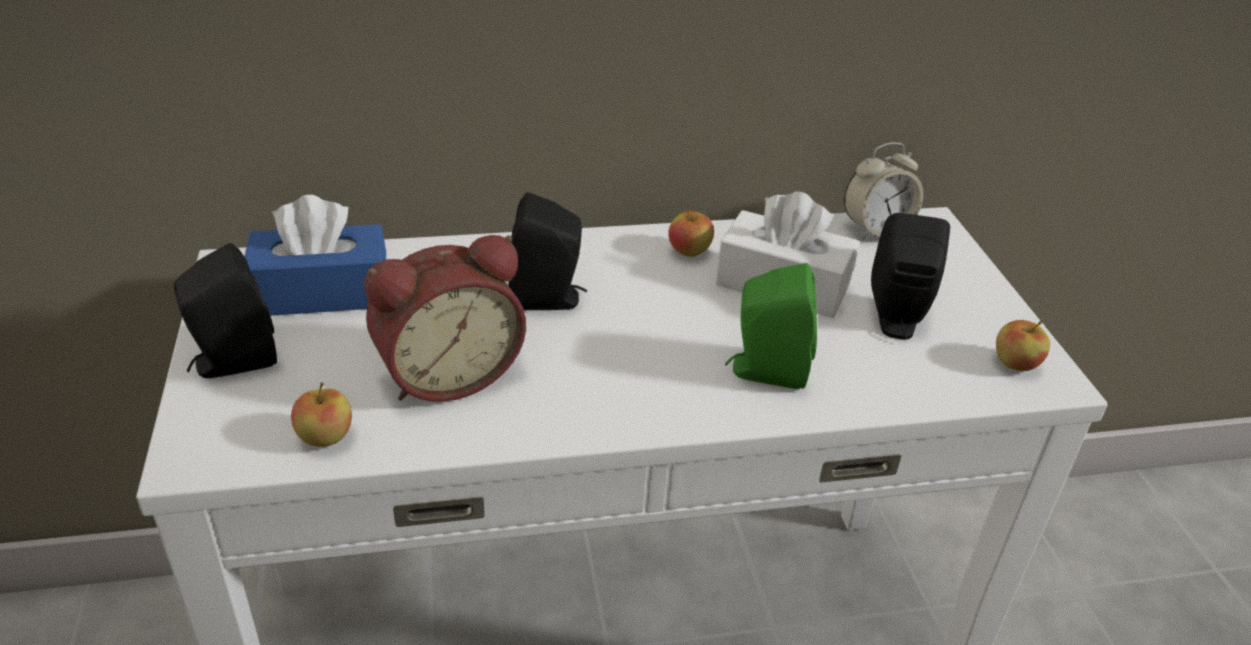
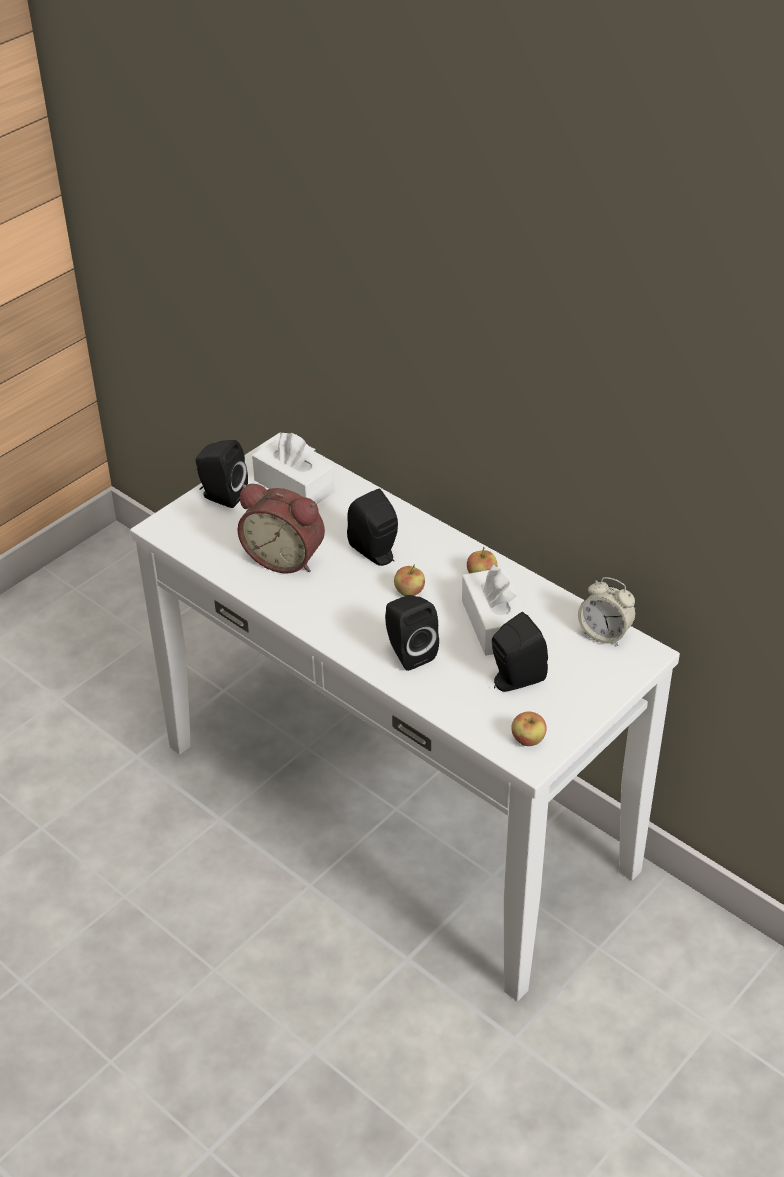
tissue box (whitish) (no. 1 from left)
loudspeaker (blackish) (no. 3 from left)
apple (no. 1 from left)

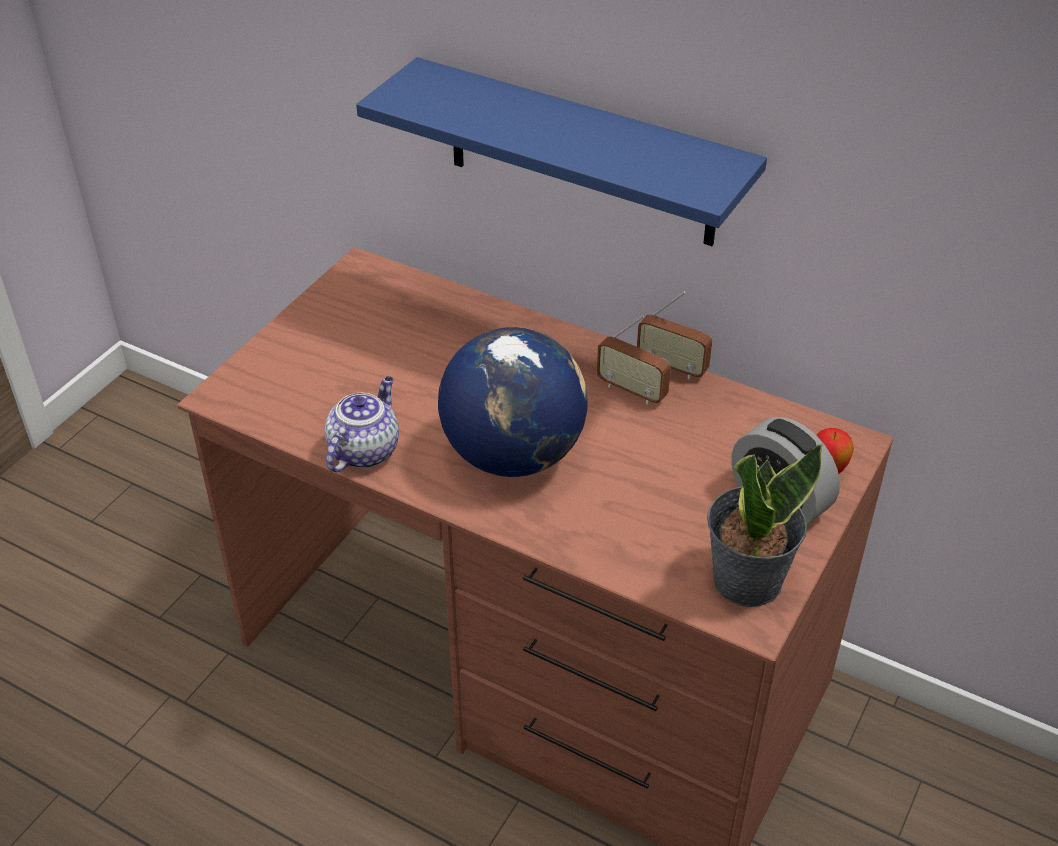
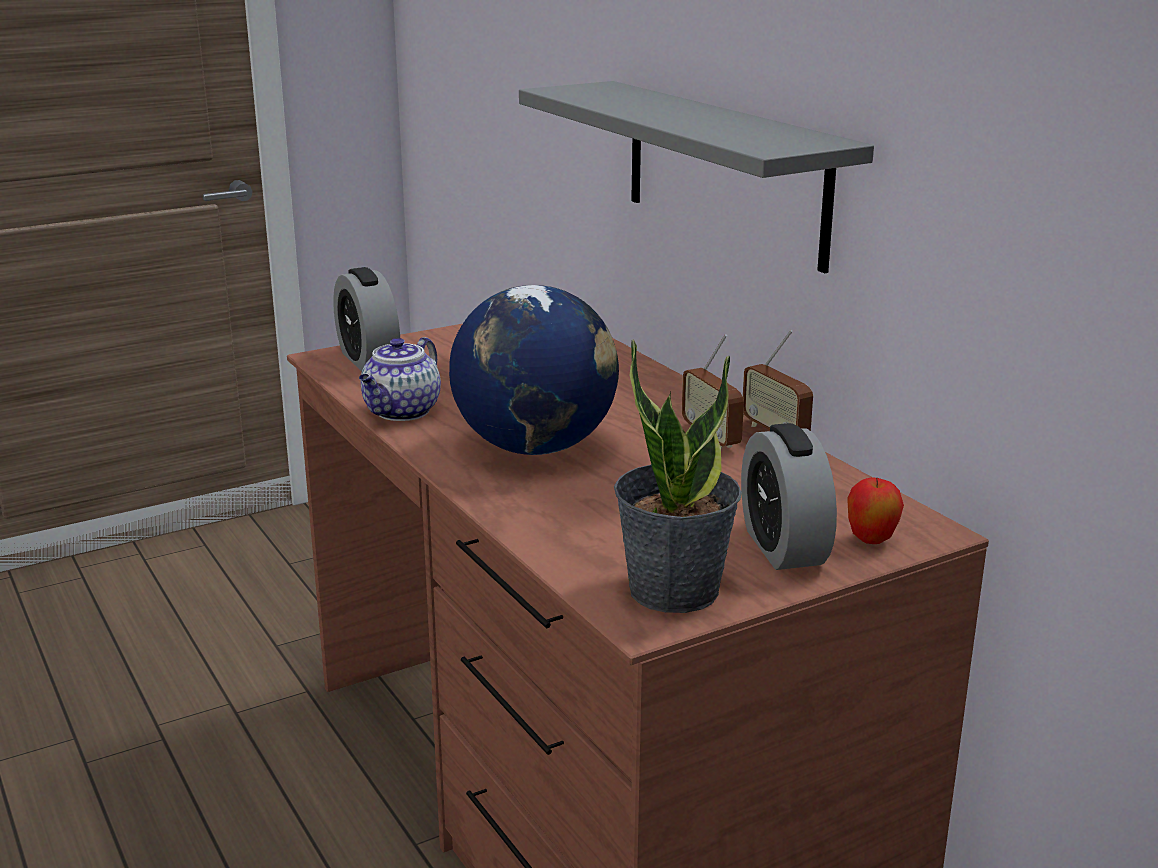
table clock (no. 1 from left)
teapot
wall shelf (gray)

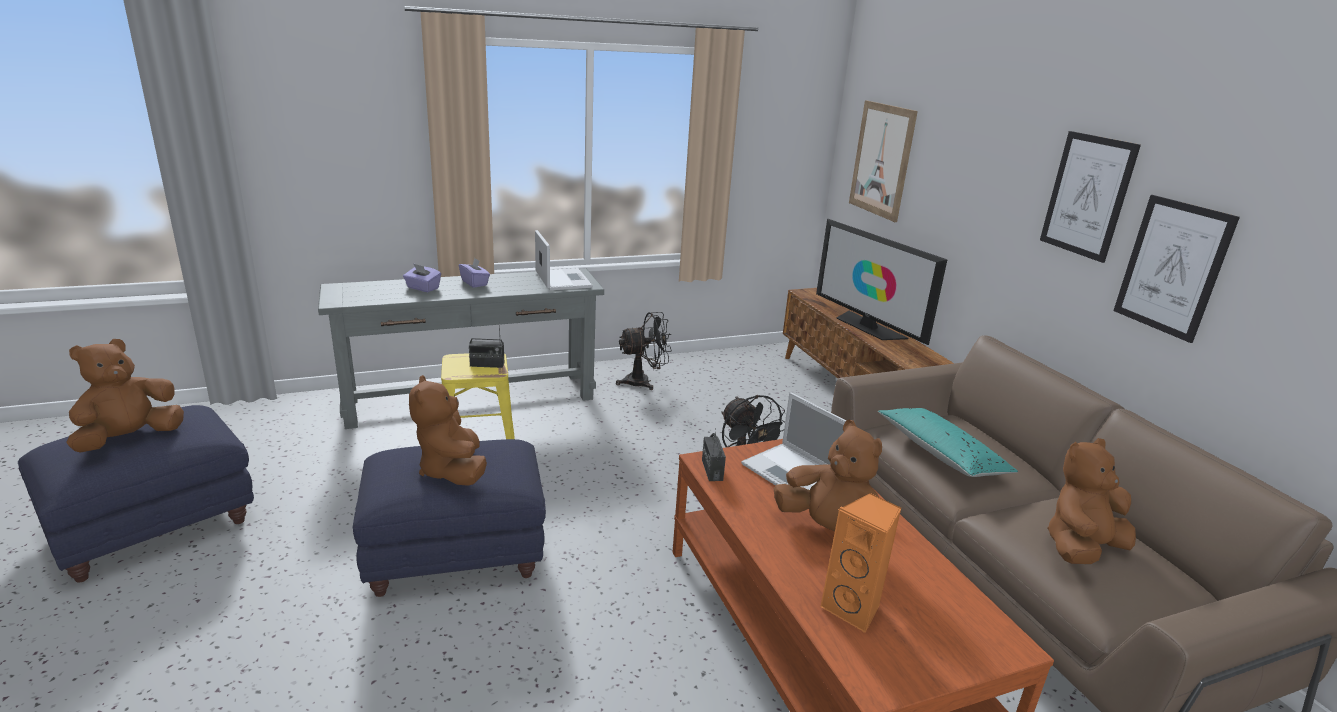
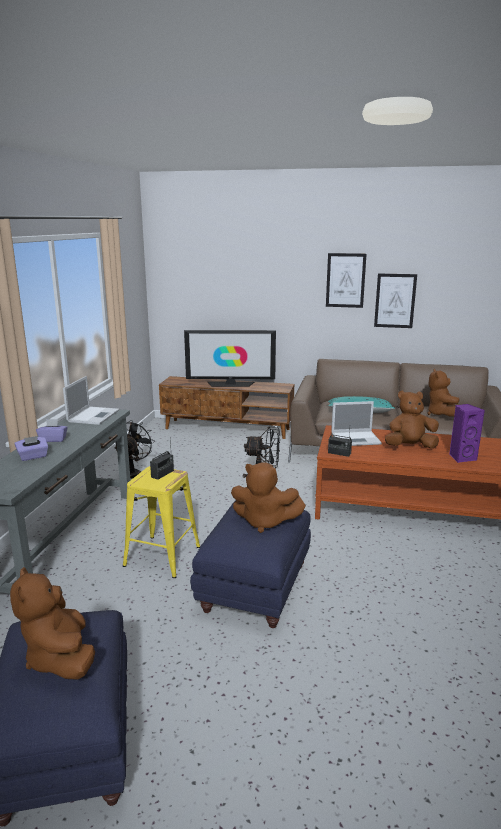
laptop (no. 1 from left)
loudspeaker (purplish)
picture (no. 1 from left in the first image)

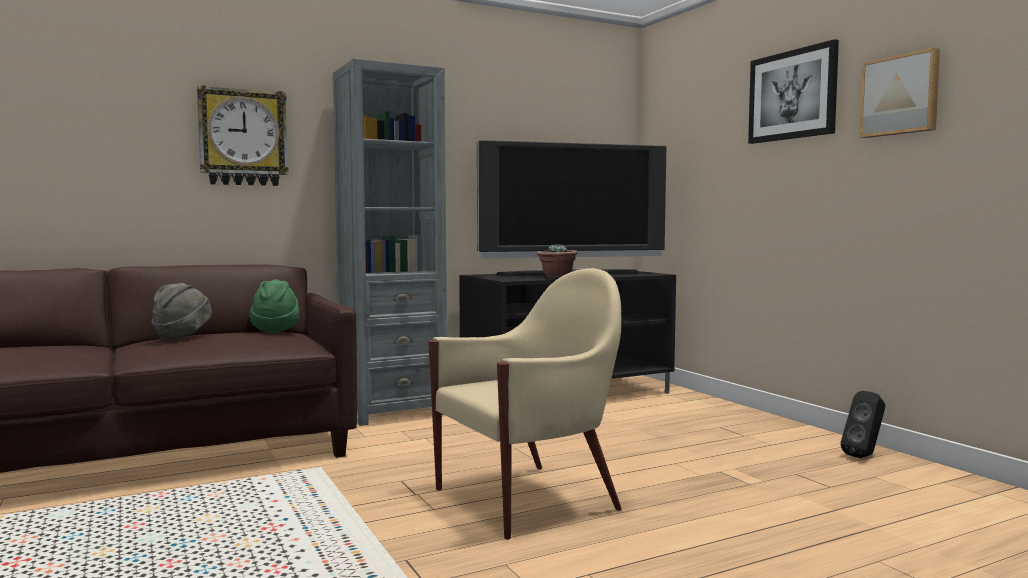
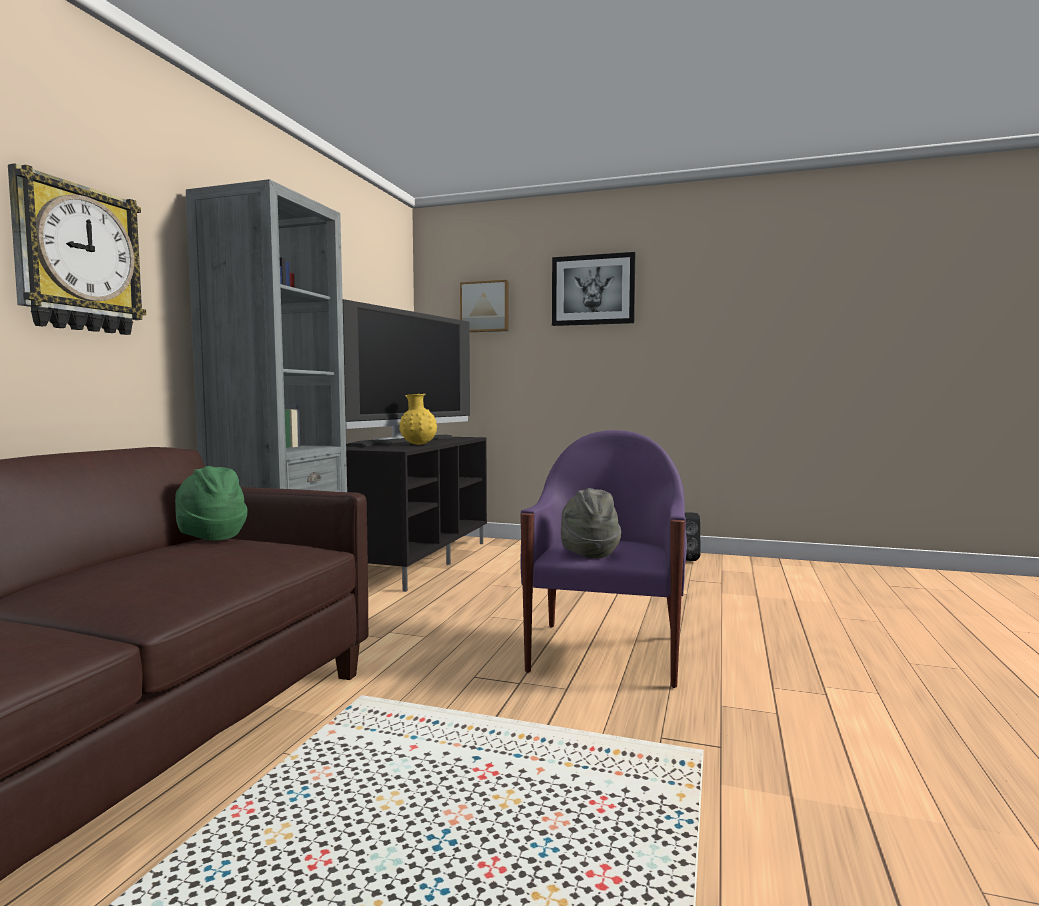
vase (yellowish)
picture (no. 1 from left)
lounge chair (purplish)
hat (gray)

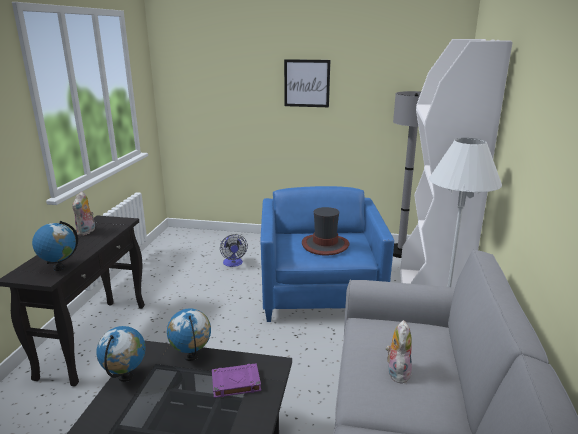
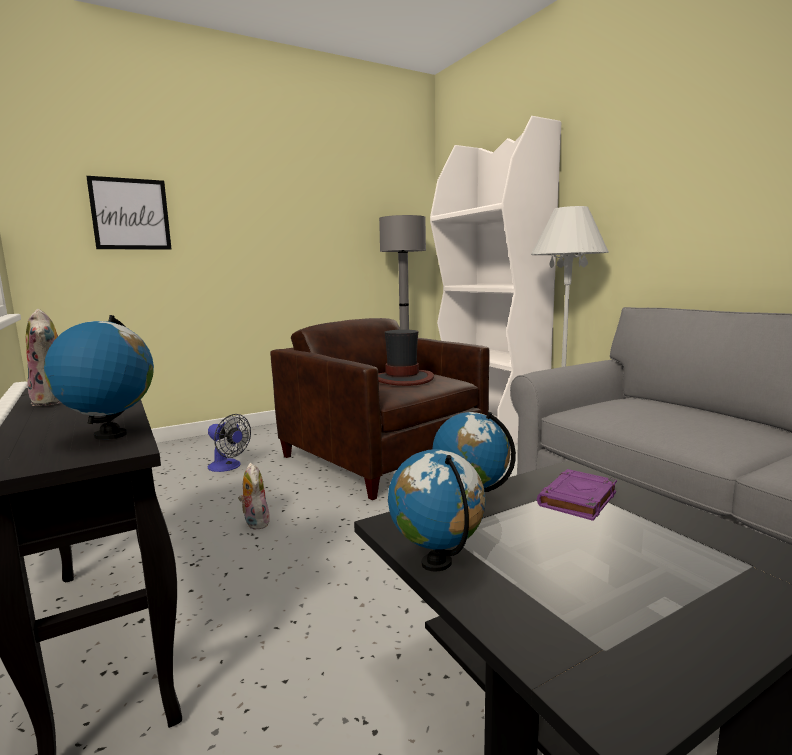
picture
plush toy (no. 2 from left)
lounge chair (brown-coloured)

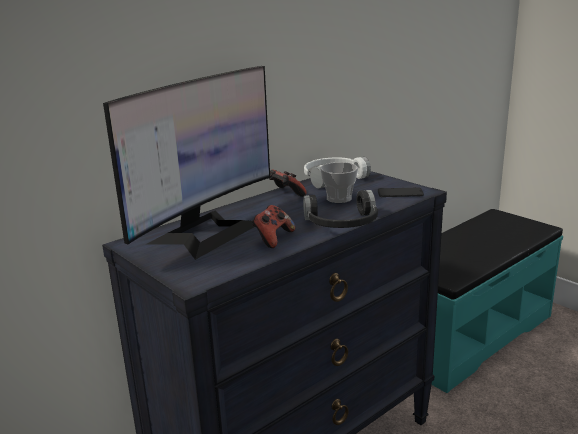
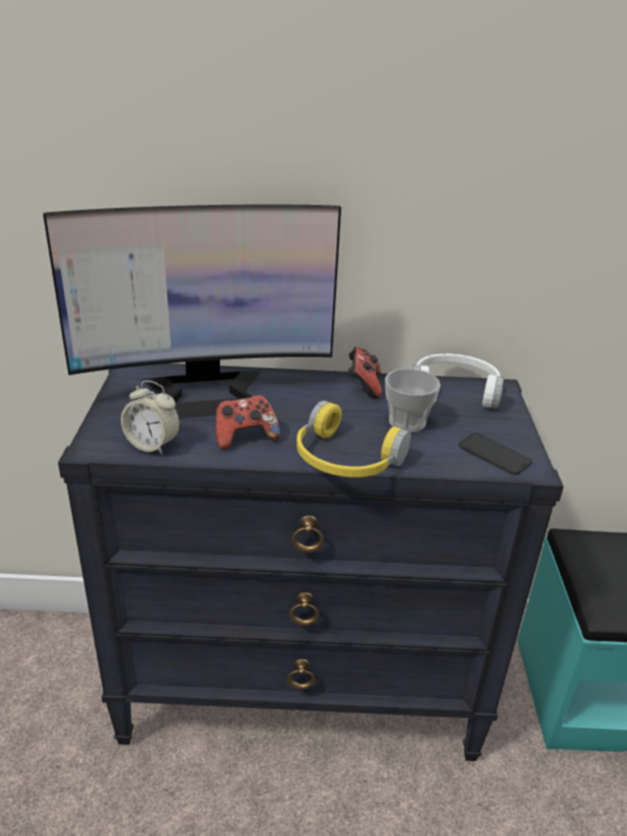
table clock
headset (yellowish)

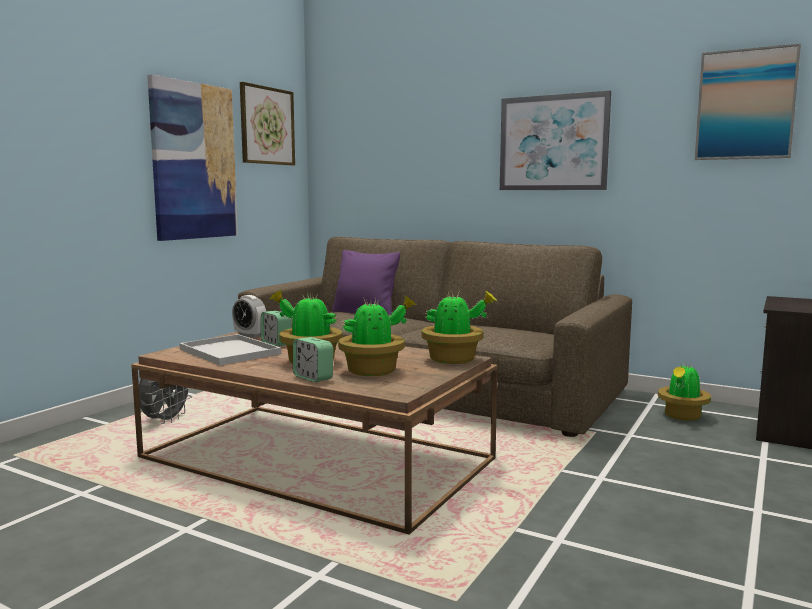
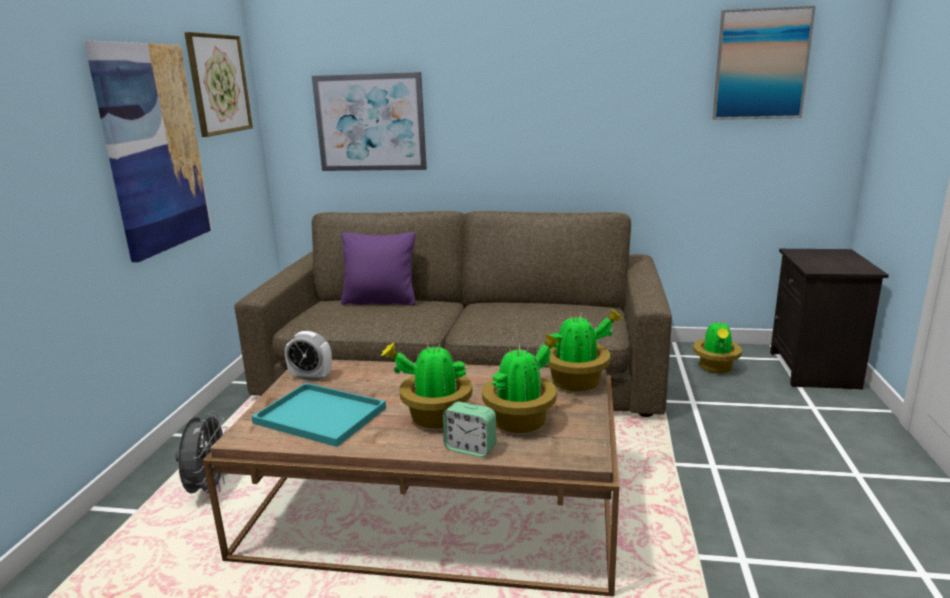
carrying tray (blue-green)
picture (no. 3 from left)
table clock (no. 2 from left in the first image)

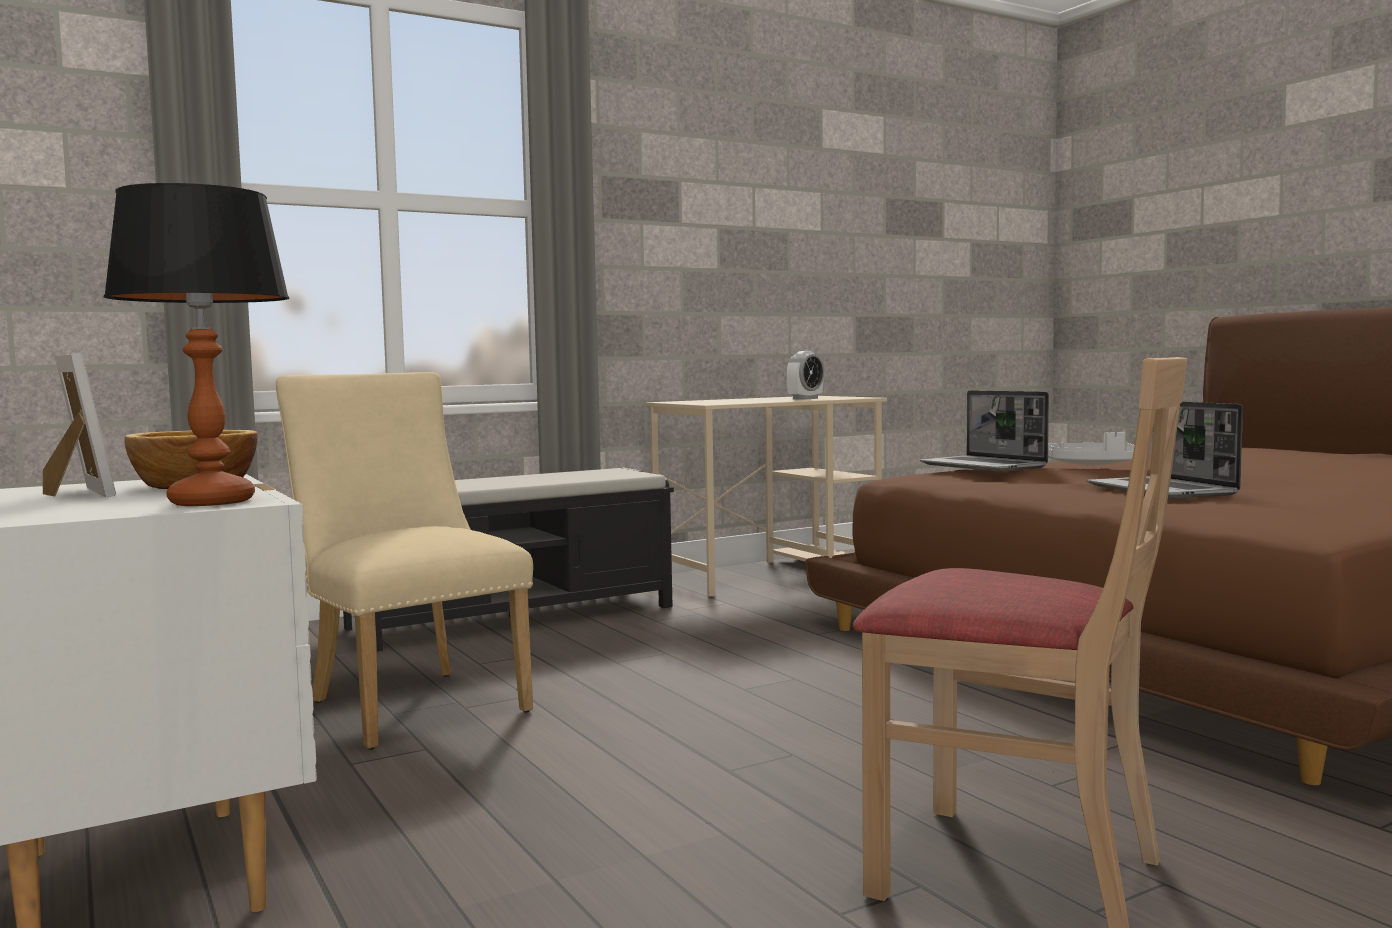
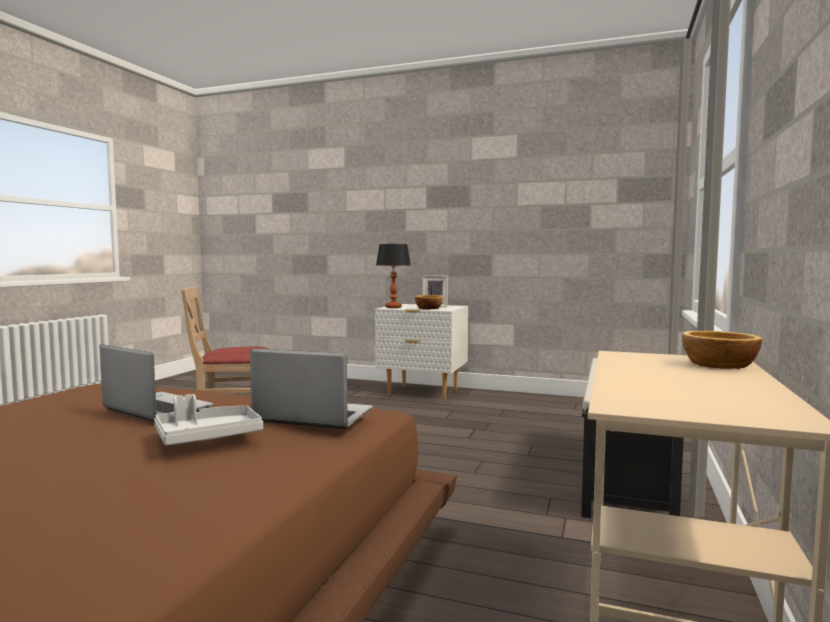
serving bowl (no. 2 from left)
plain chair (beige) (no. 1 from left in the first image)
table clock

